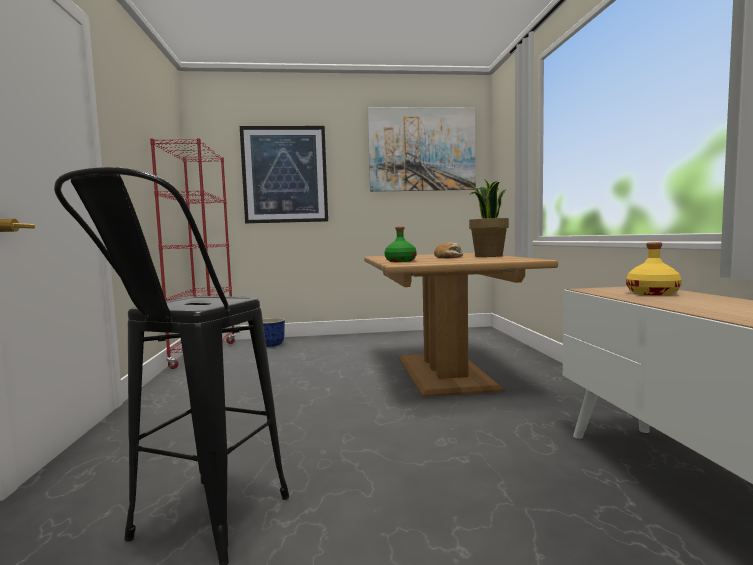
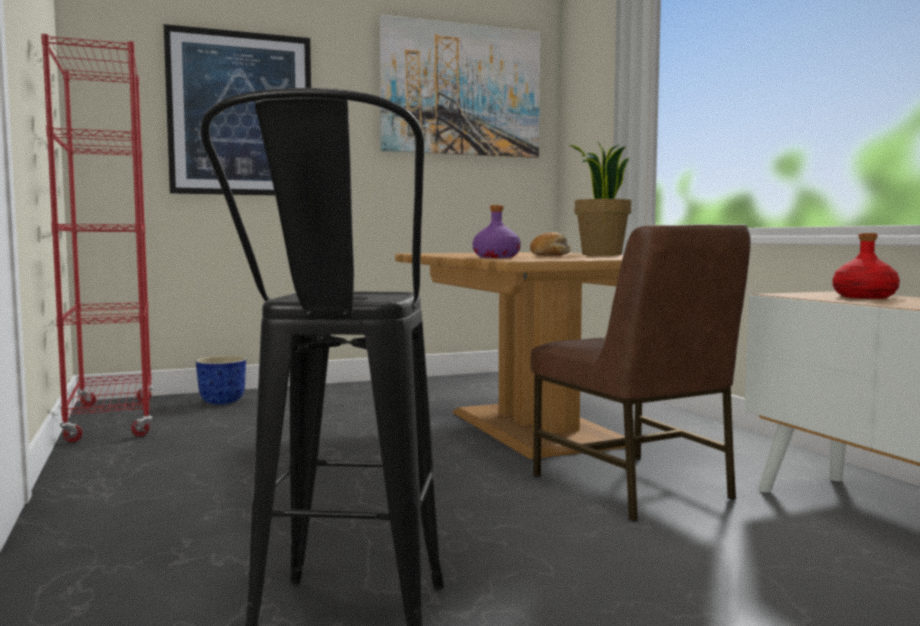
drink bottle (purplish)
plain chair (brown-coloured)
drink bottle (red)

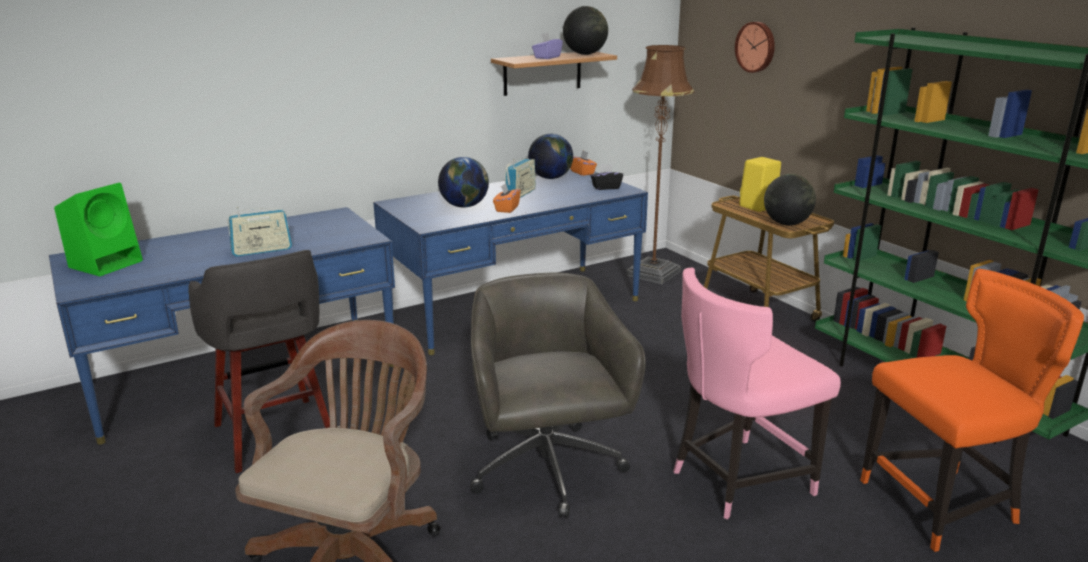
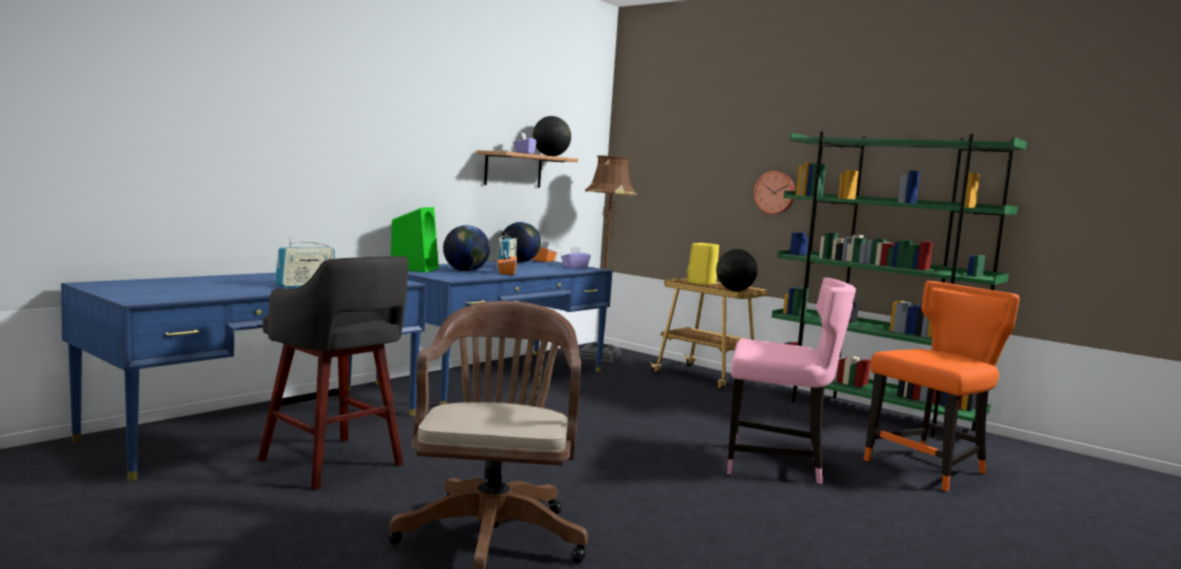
loudspeaker (green)
tissue box (purplish) (no. 2 from left)
plain chair (pinkish)
hanging clock
computer chair (gray)

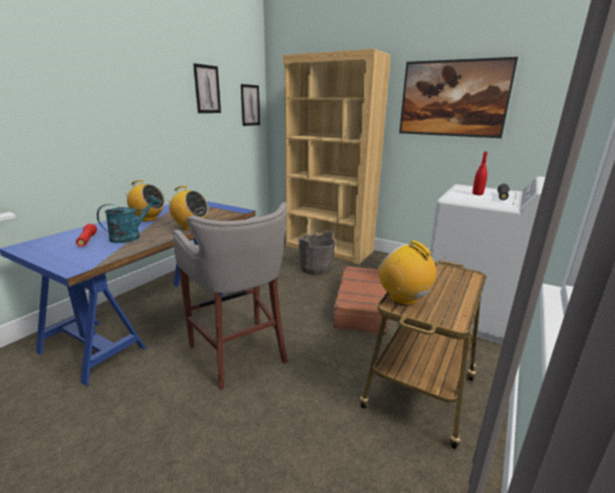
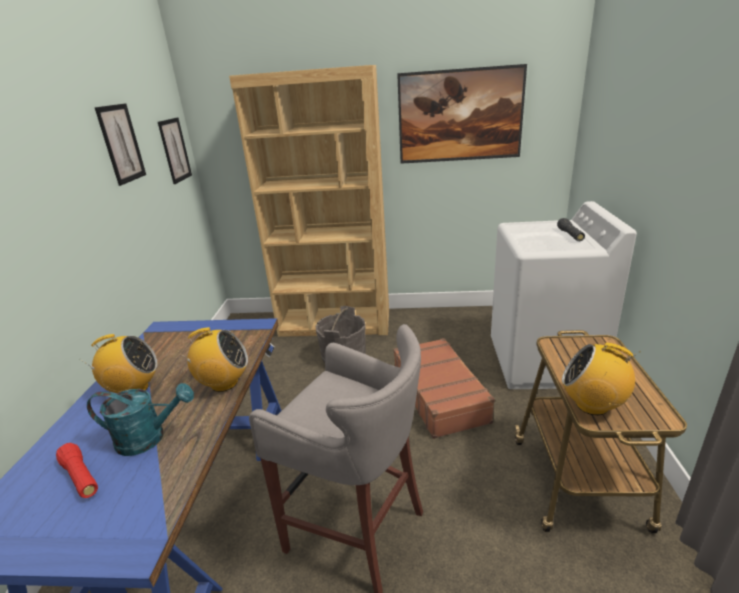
sprinkling can (blue-green)
drink bottle (red)

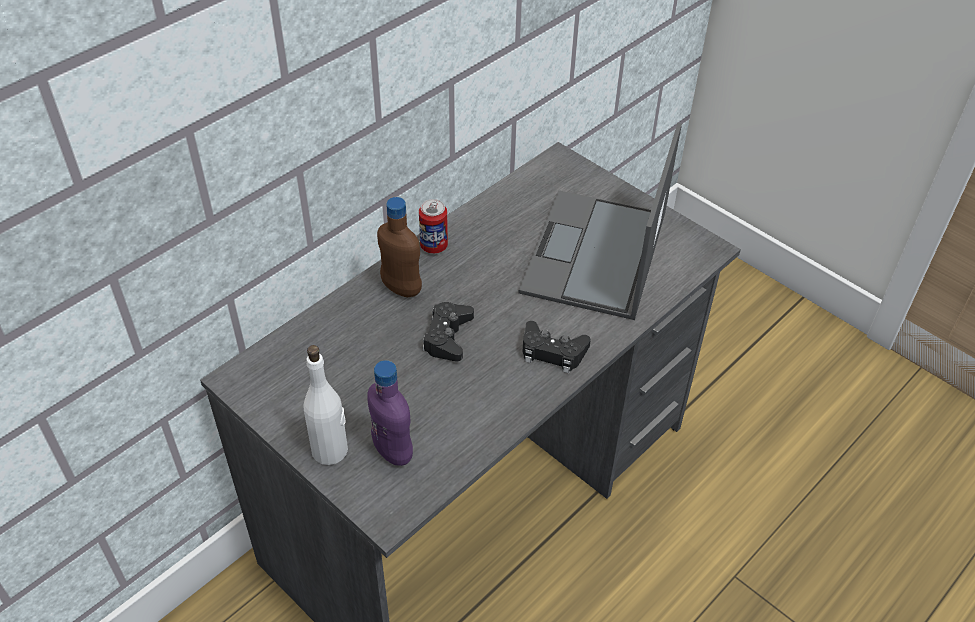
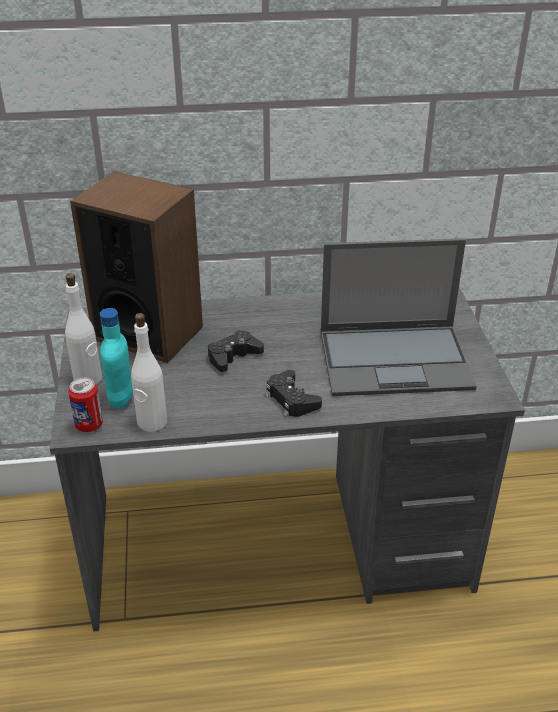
sealed can
loudspeaker
drink bottle (blue-green)
drink bottle (whitish) (no. 2 from left)
laptop
drink bottle (brown-coloured)

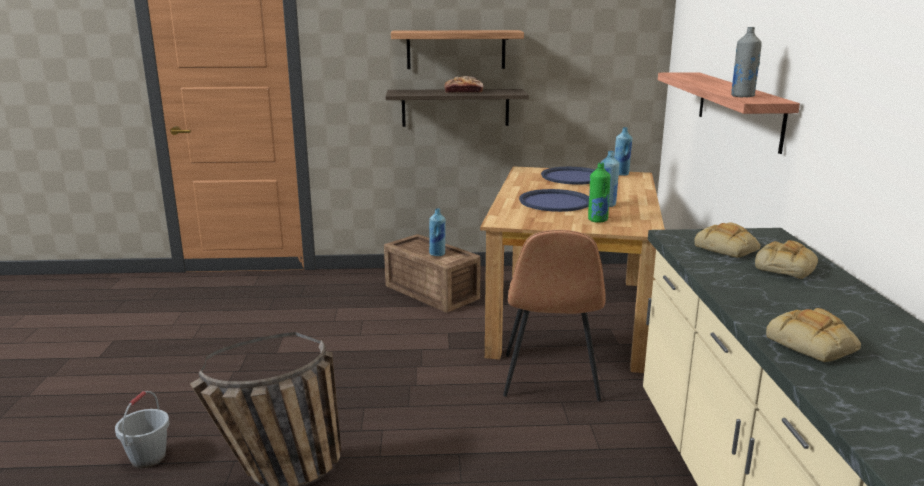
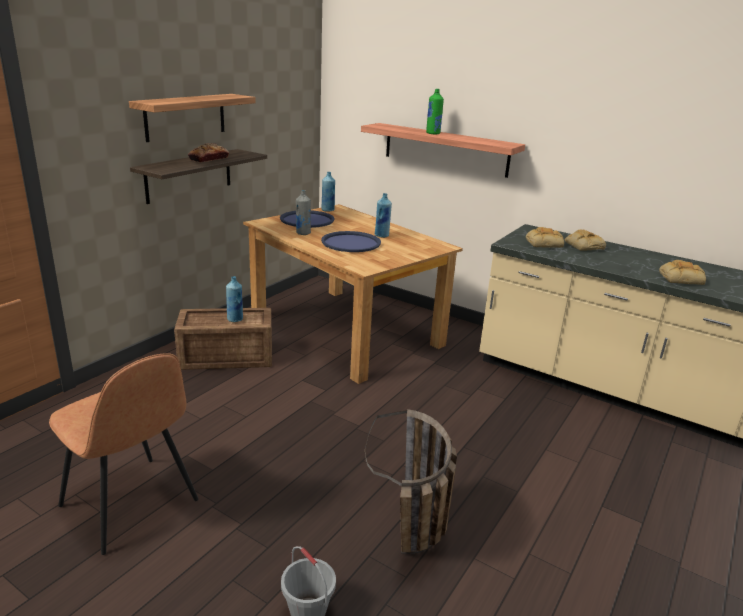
plain chair (brown-coloured)
drink bottle (gray)
drink bottle (green)

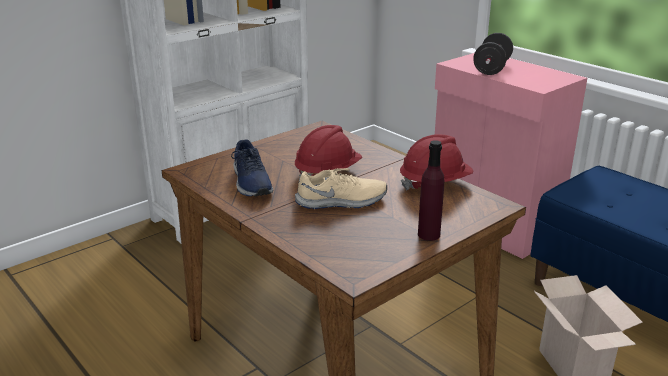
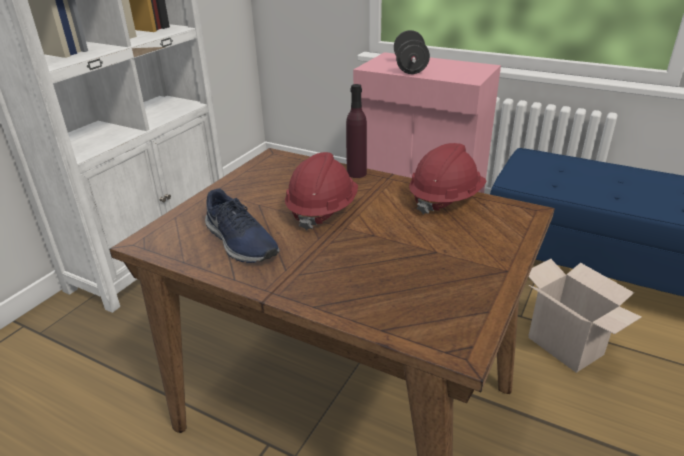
drink bottle (purplish)
low shoe (beige)

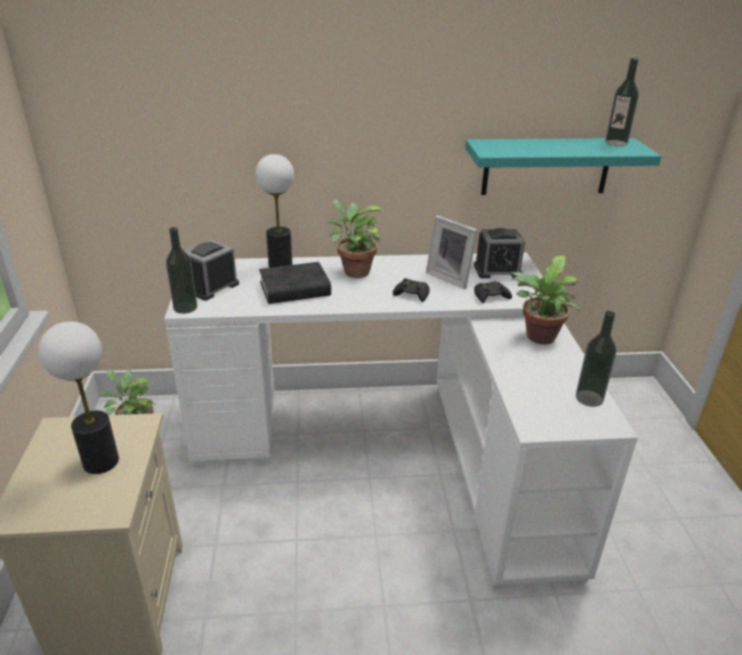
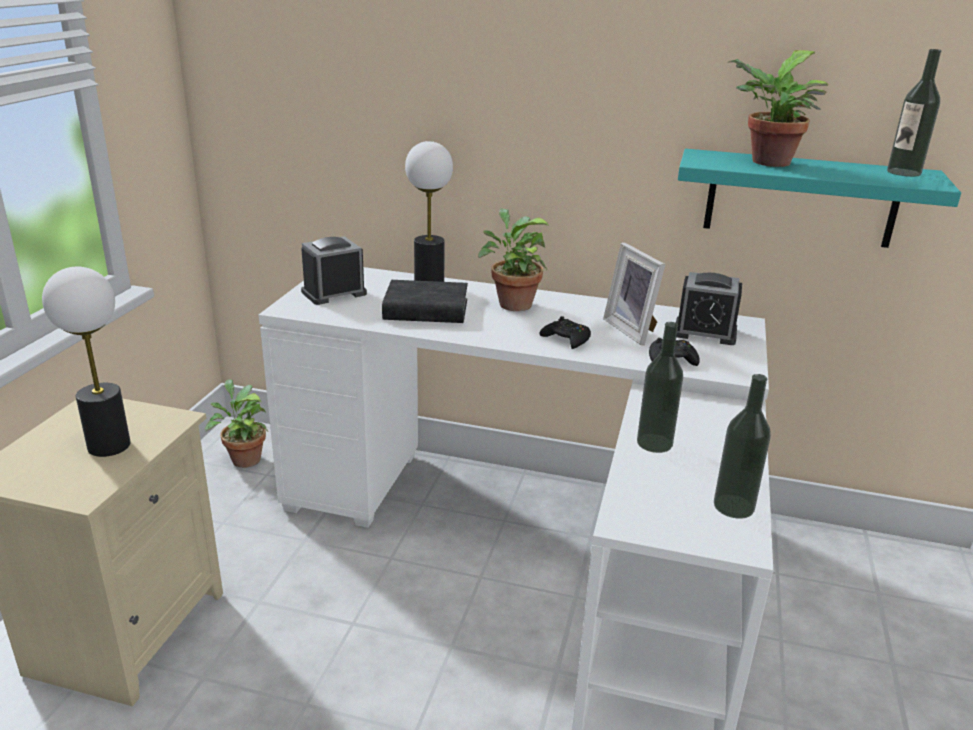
drink bottle (no. 1 from left)
potted plant (no. 3 from left)

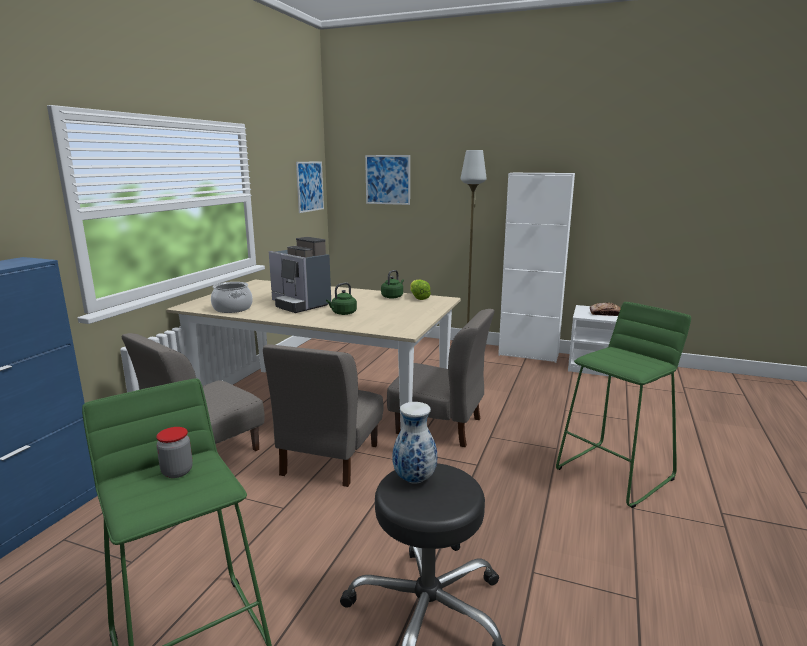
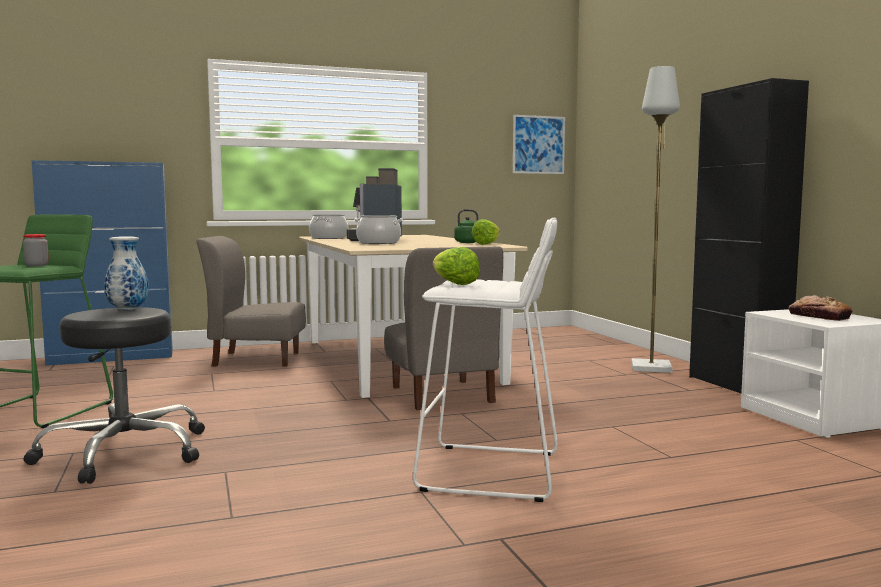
stockpot (no. 2 from left)
stool (whitish)
lettuce head (no. 1 from left)
storage cabinet (blackish)
plain chair (gray) (no. 2 from left in the first image)
picture (no. 2 from left in the first image)

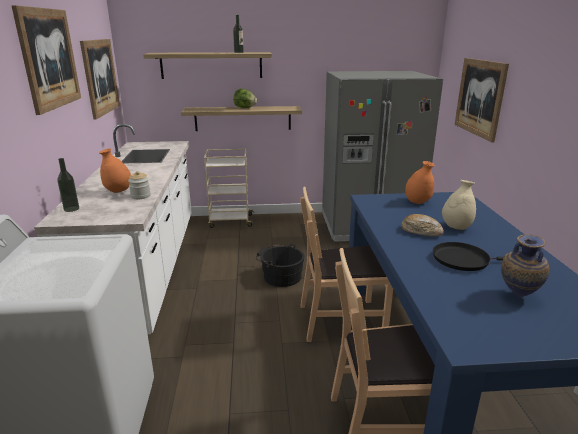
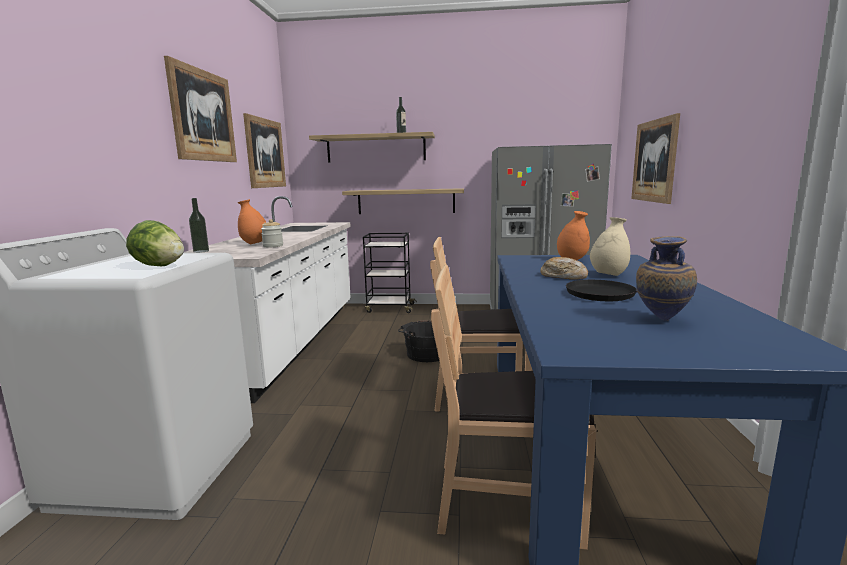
lettuce head
trolley (blackish)

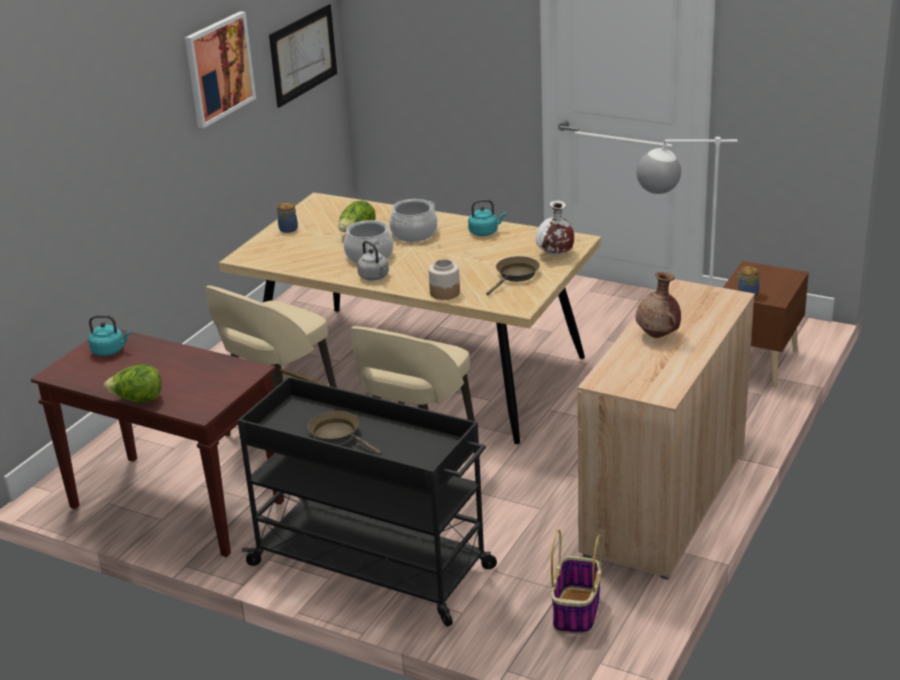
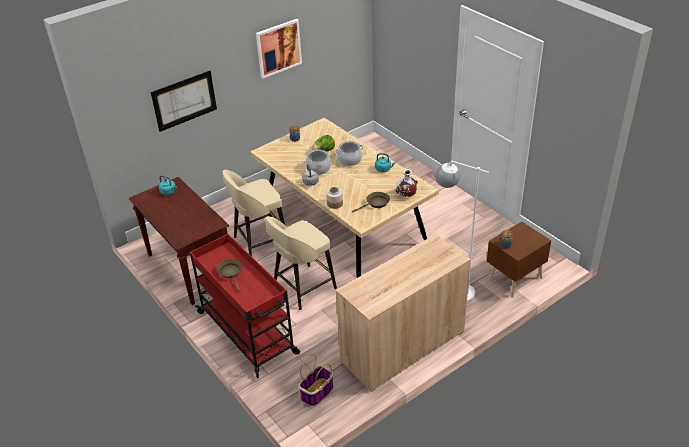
picture (no. 1 from left)
trolley (red)
lettuce head (no. 1 from left in the first image)
vase (brown-coloured)

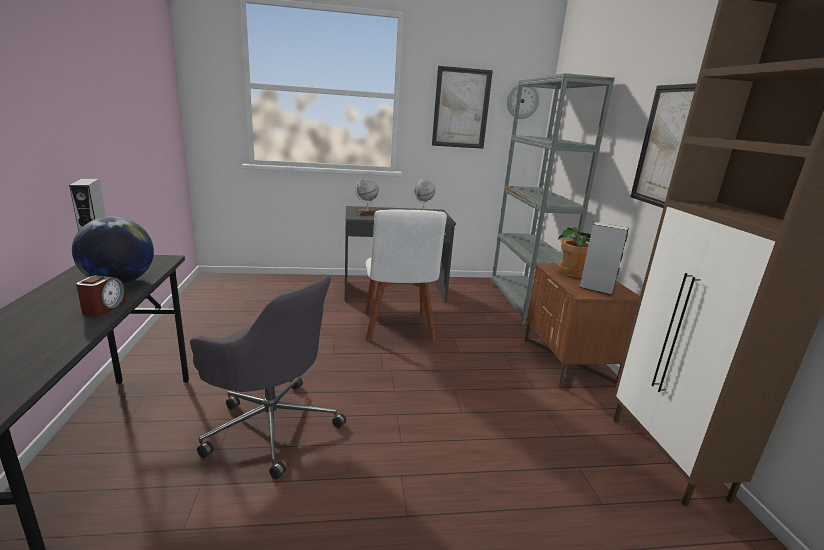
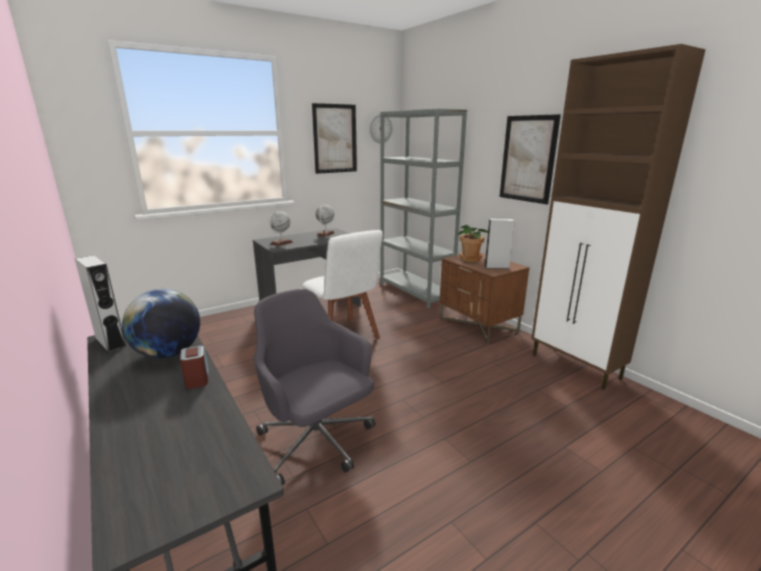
computer chair (gray)

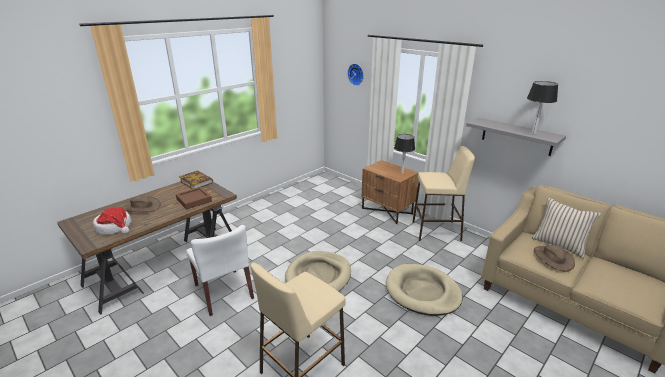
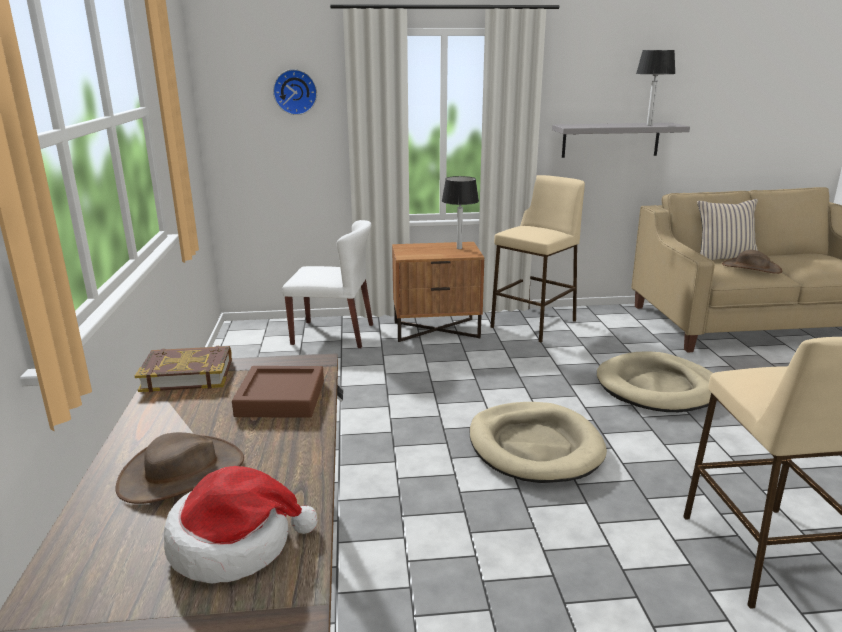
plain chair (whitish)

